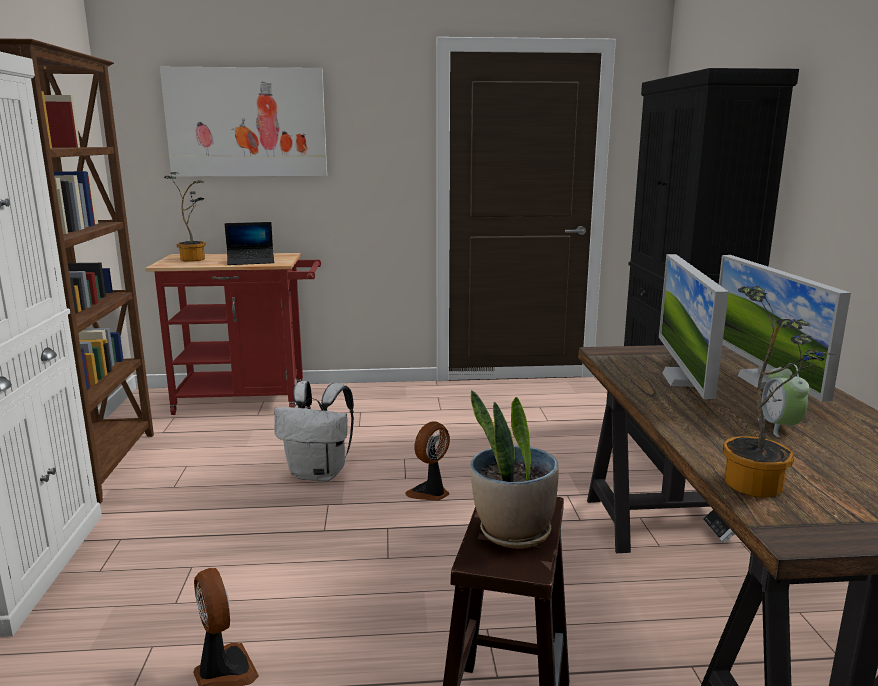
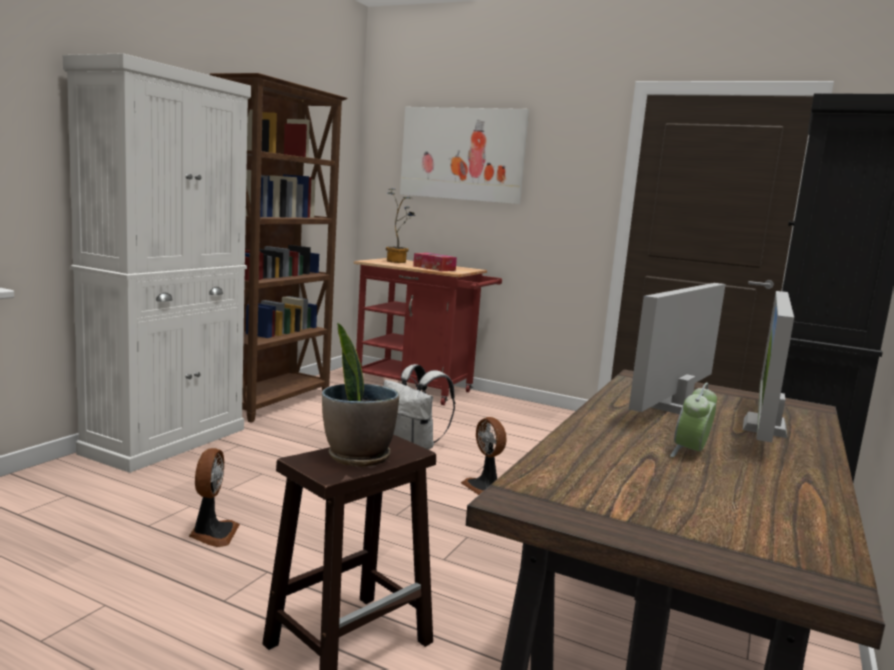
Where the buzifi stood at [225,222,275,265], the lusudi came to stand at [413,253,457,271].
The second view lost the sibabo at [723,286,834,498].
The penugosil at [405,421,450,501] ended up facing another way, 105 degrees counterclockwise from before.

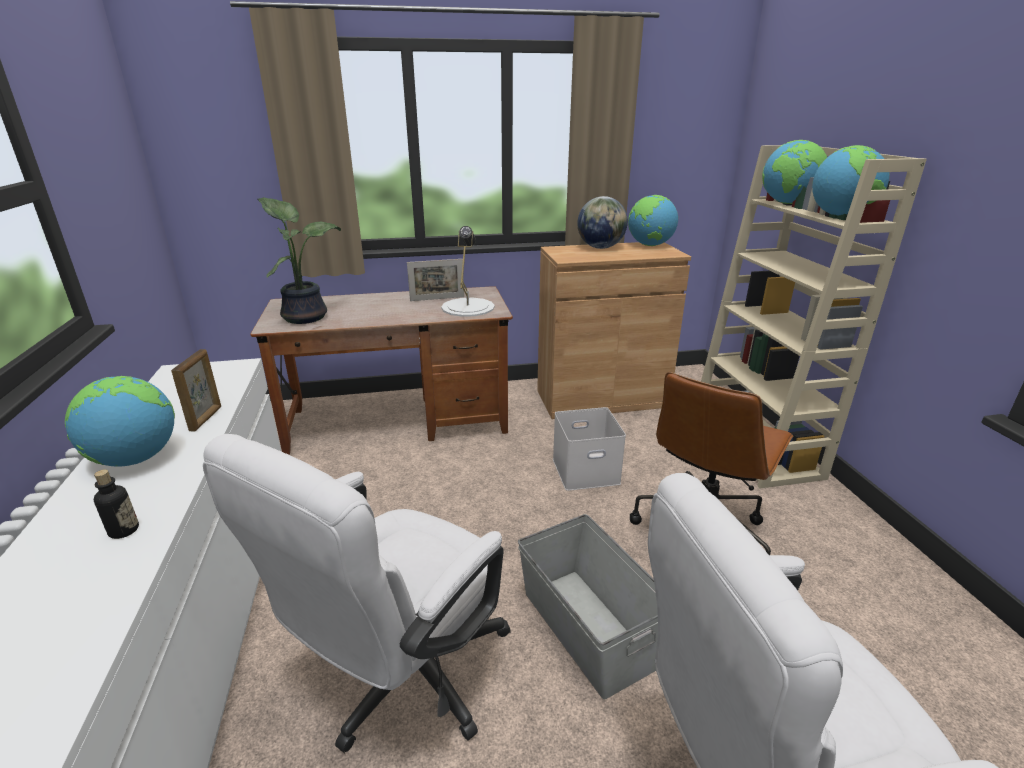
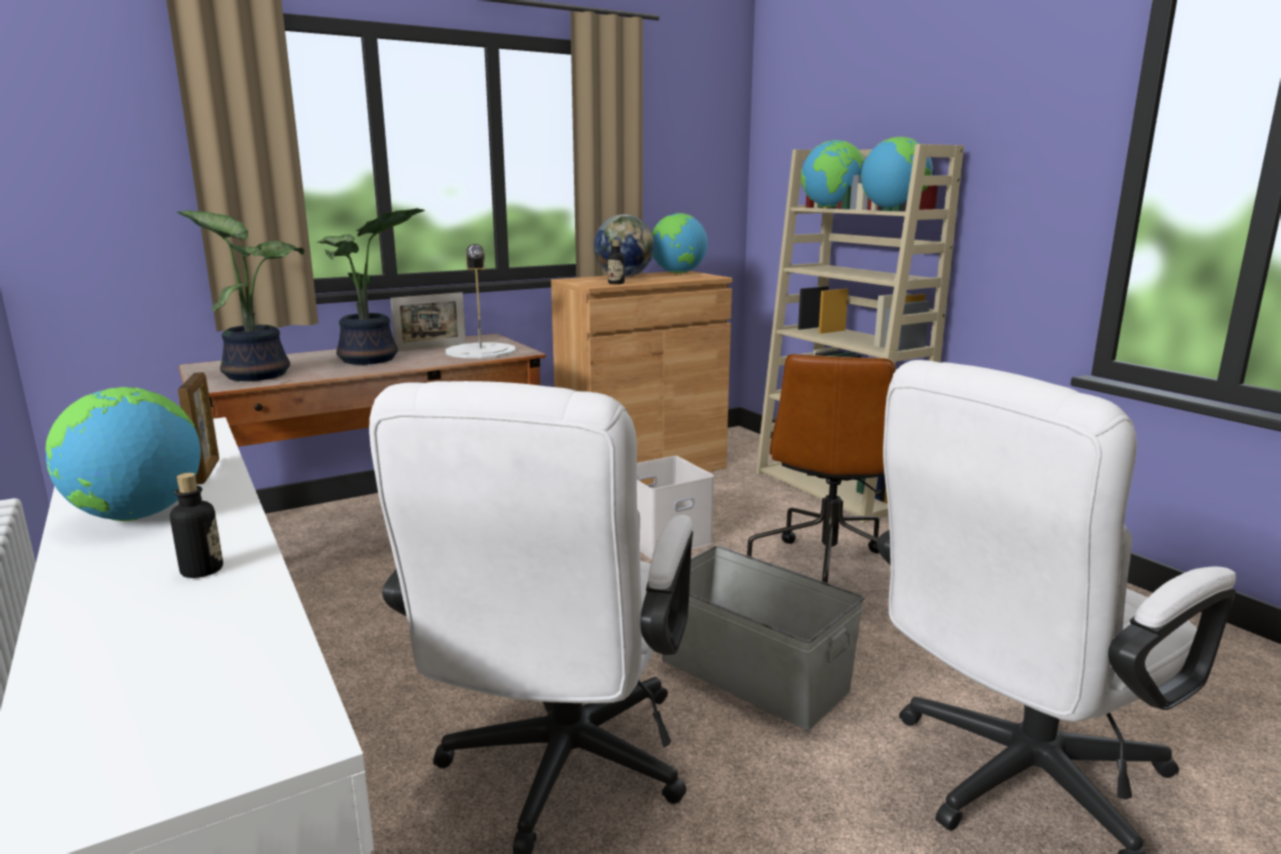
The second view gained the sibabo at [318,208,425,365].
The second view gained the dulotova at [608,239,625,284].

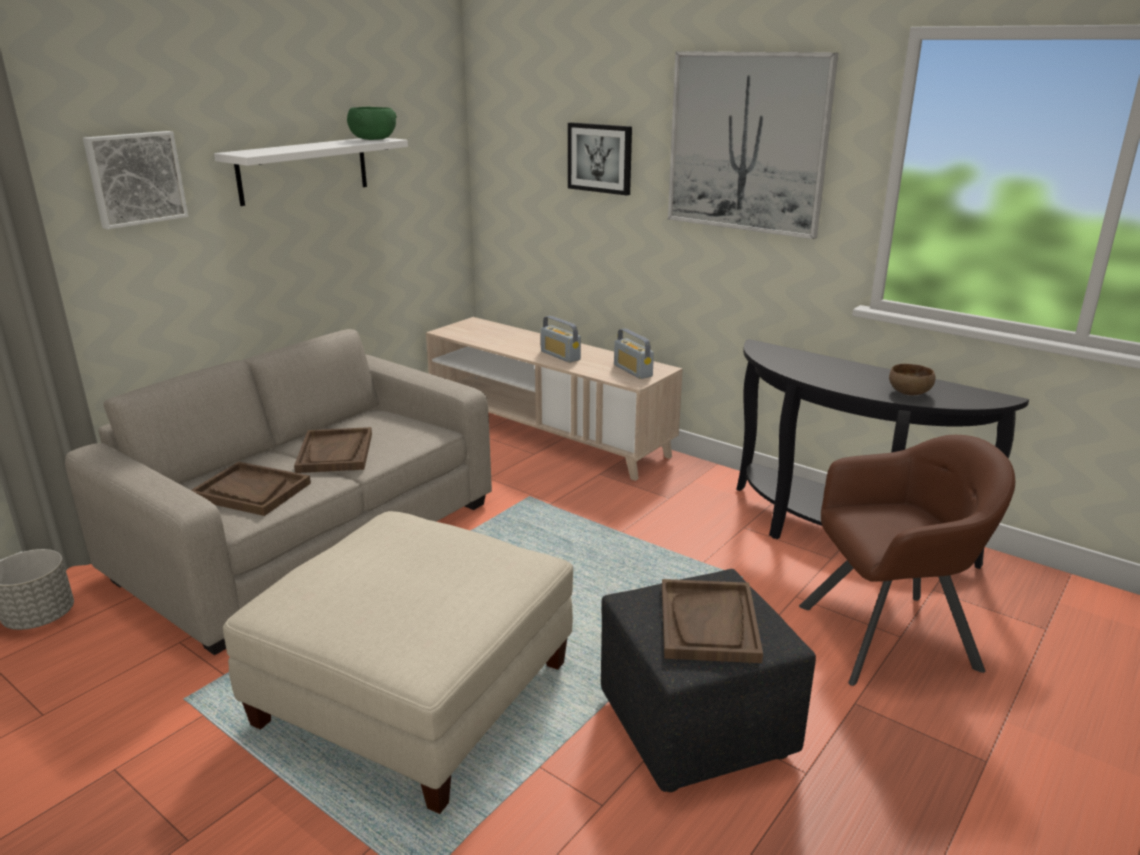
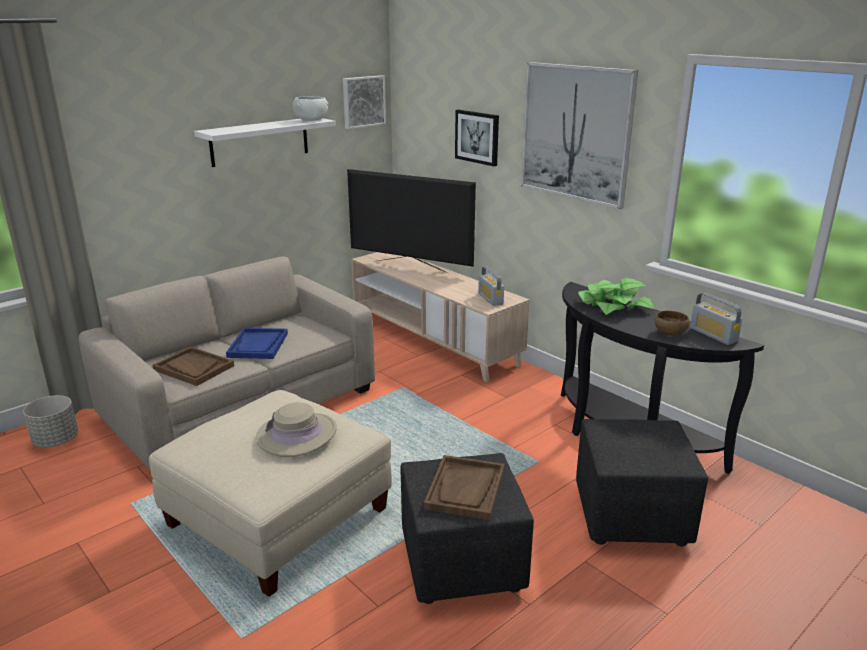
What was the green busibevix at [347,107,397,140] turned into the white busibevix at [293,96,328,121].
The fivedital ended up elsewhere, having gone from [83,131,188,229] to [343,75,386,129].
The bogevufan ended up elsewhere, having gone from [541,316,581,363] to [690,293,742,345].
What was the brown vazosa at [294,427,372,473] turned into the blue vazosa at [226,328,288,359].
Where the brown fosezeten stood at [799,435,1015,686], the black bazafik came to stand at [576,419,708,546].
The second view gained the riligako at [347,169,476,273].
The second view gained the sibabo at [578,278,654,315].
The second view gained the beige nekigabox at [256,402,337,457].

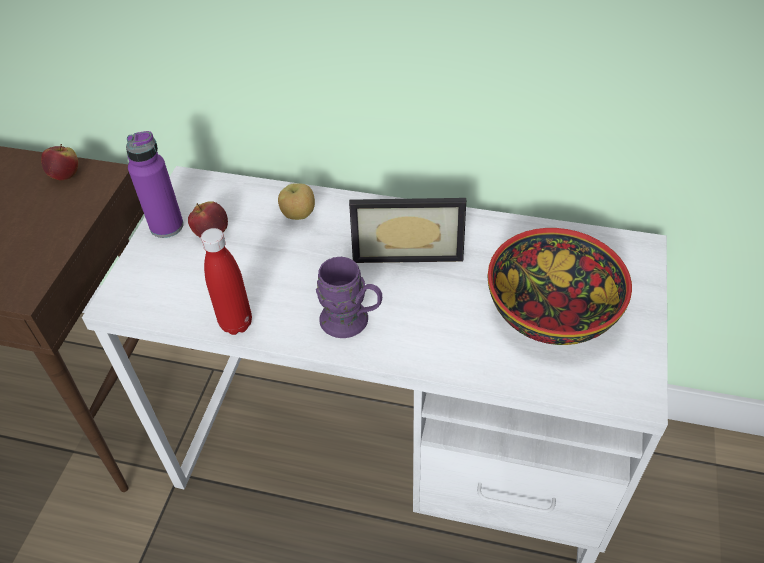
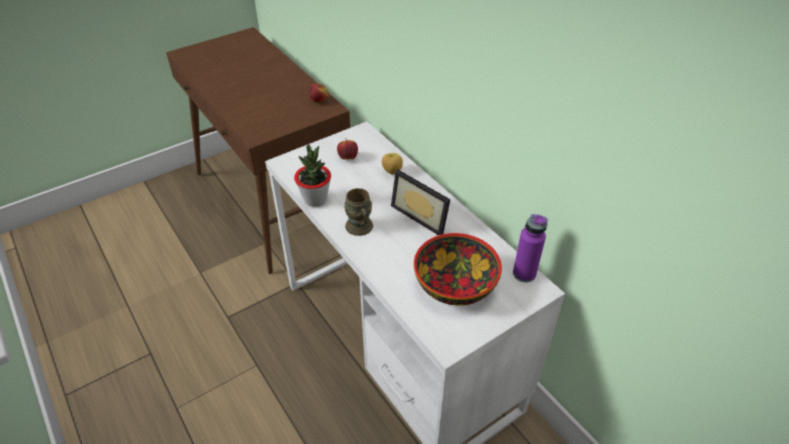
The purple dulotova ended up elsewhere, having gone from [126,131,184,238] to [513,214,548,282].
Where the red dulotova stood at [201,228,252,335], the sibabo came to stand at [294,144,331,207].
What was the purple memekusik at [316,257,382,338] turned into the brown memekusik at [344,188,373,236].

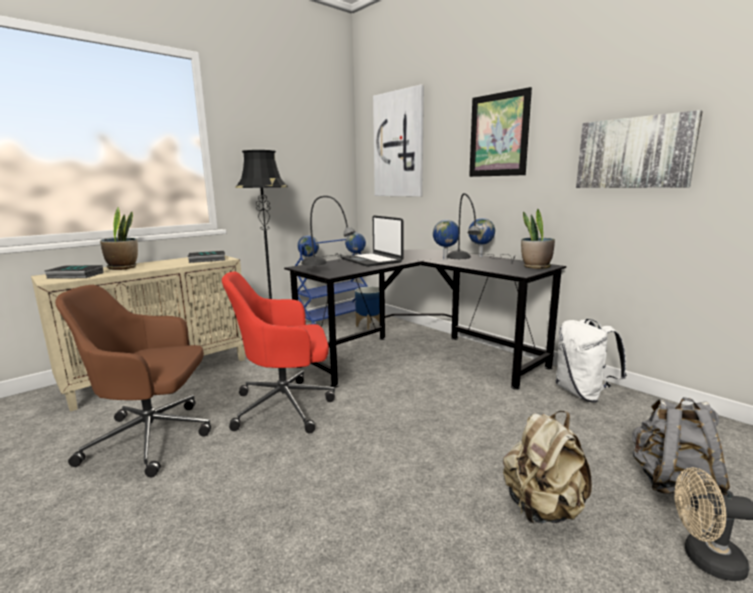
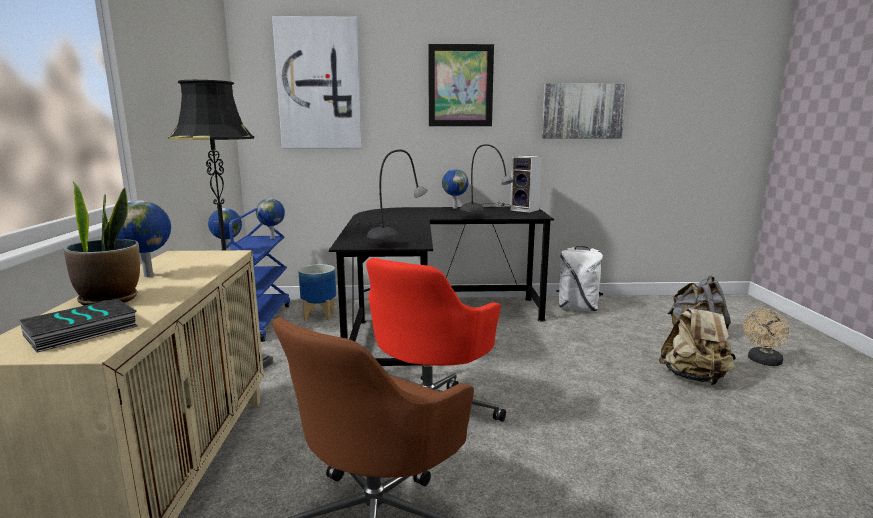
Where the sibabo stood at [521,209,555,269], the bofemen came to stand at [510,155,542,213].
The second view lost the buzifi at [341,215,404,267].
The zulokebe ended up elsewhere, having gone from [433,220,459,260] to [117,200,171,277].
The second view lost the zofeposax at [187,251,225,263].

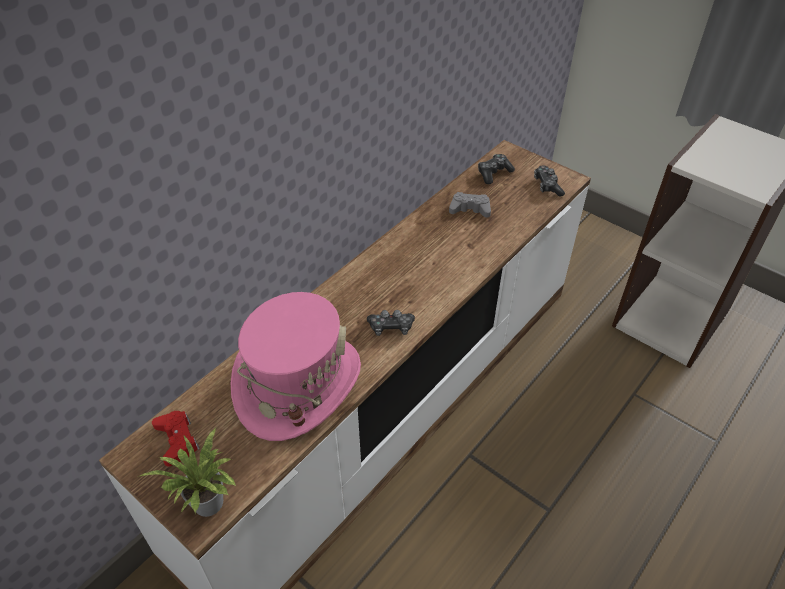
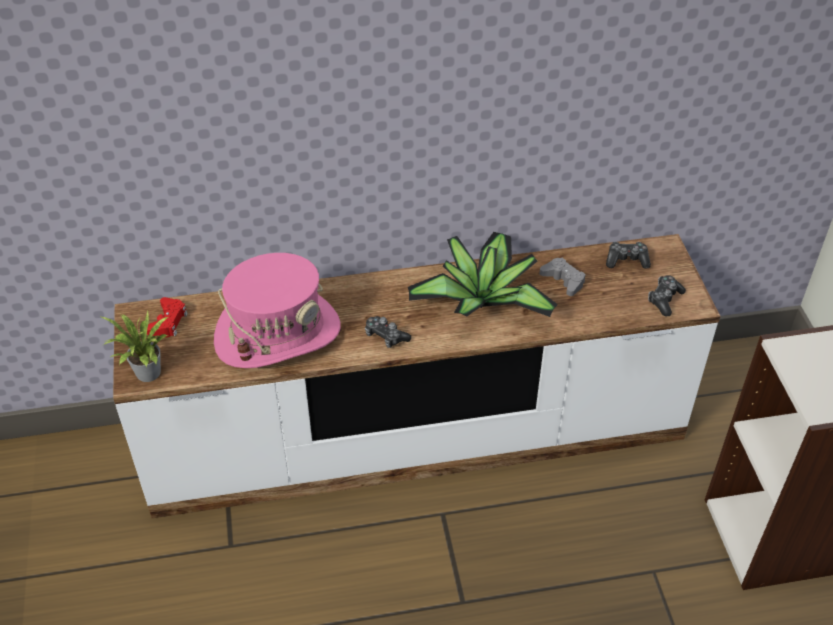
The second view gained the sibabo at [408,232,558,317].

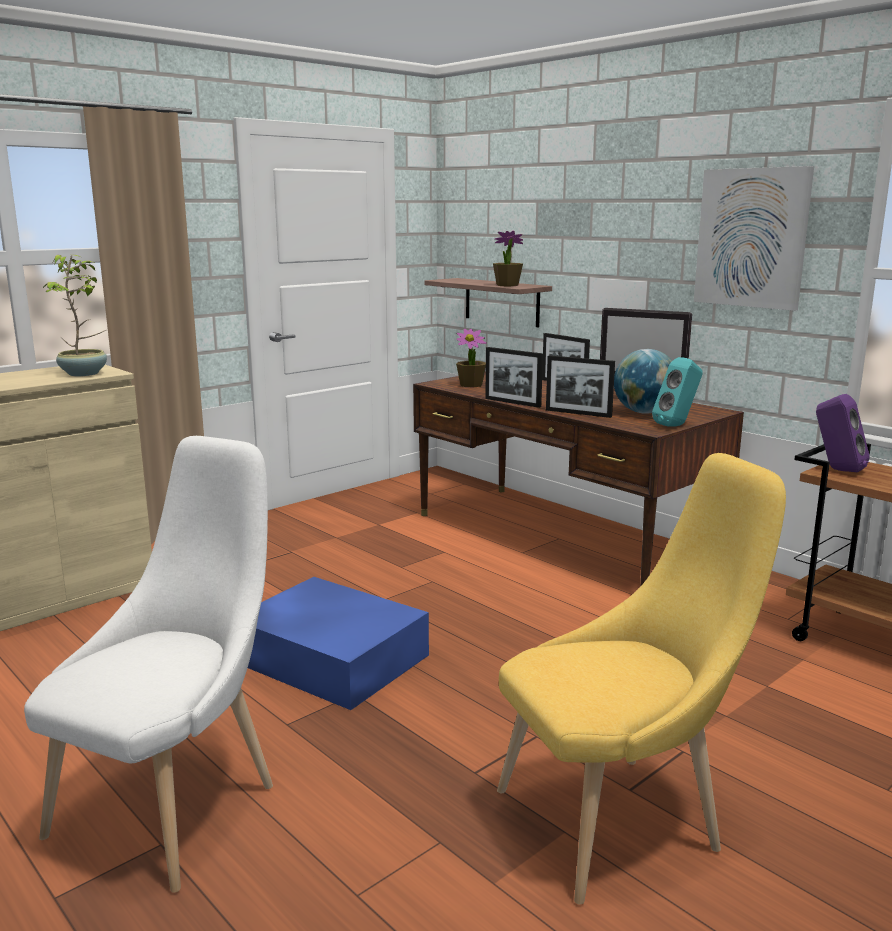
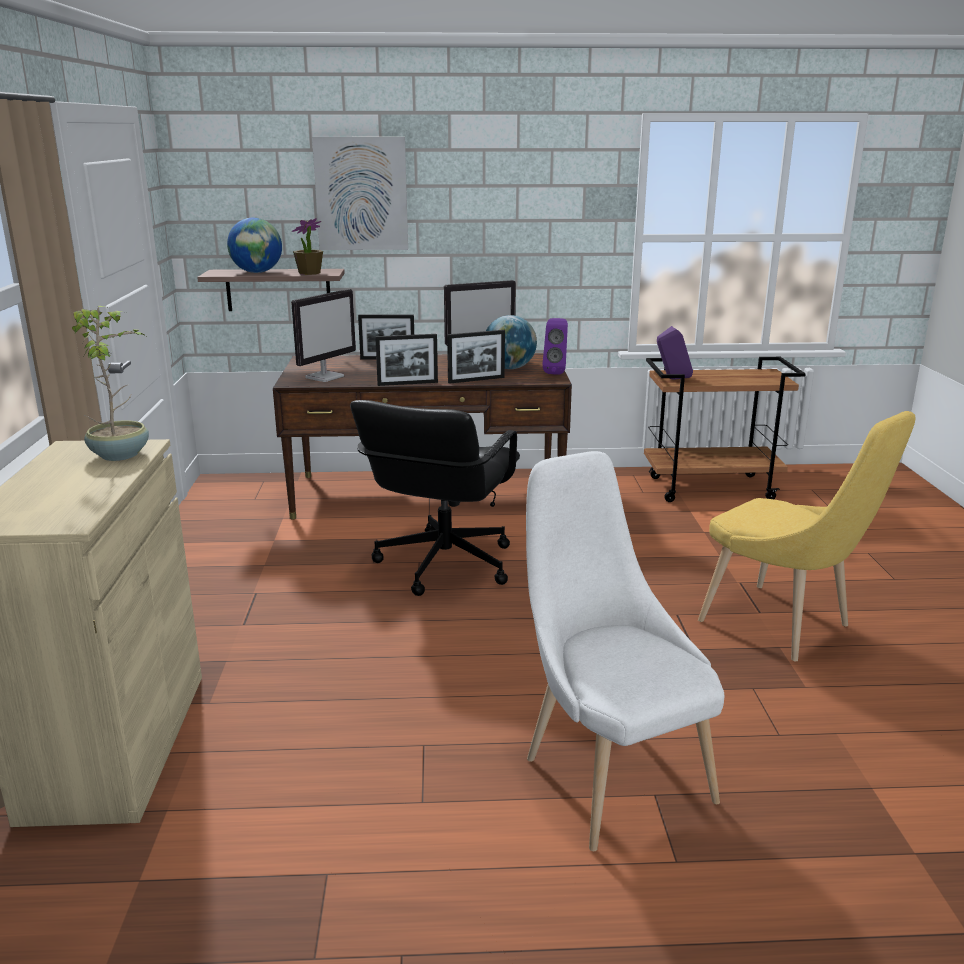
The fivedital ended up elsewhere, having gone from [694,166,814,311] to [312,137,408,250].
Where the sibabo stood at [456,329,487,387], the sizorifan came to stand at [291,289,356,382].
What was the turquoise bofemen at [652,357,703,426] turned into the purple bofemen at [542,318,568,374].
The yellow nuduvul at [497,453,786,905] ended up facing another way, 120 degrees clockwise from before.
The second view lost the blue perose at [248,577,429,710].
The second view gained the zulokebe at [227,218,282,273].
The second view gained the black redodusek at [350,400,520,596].

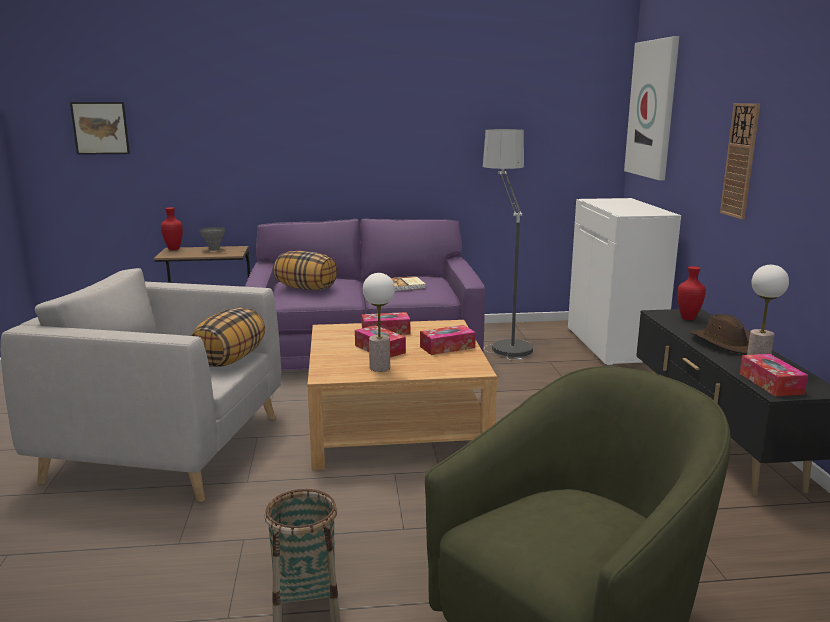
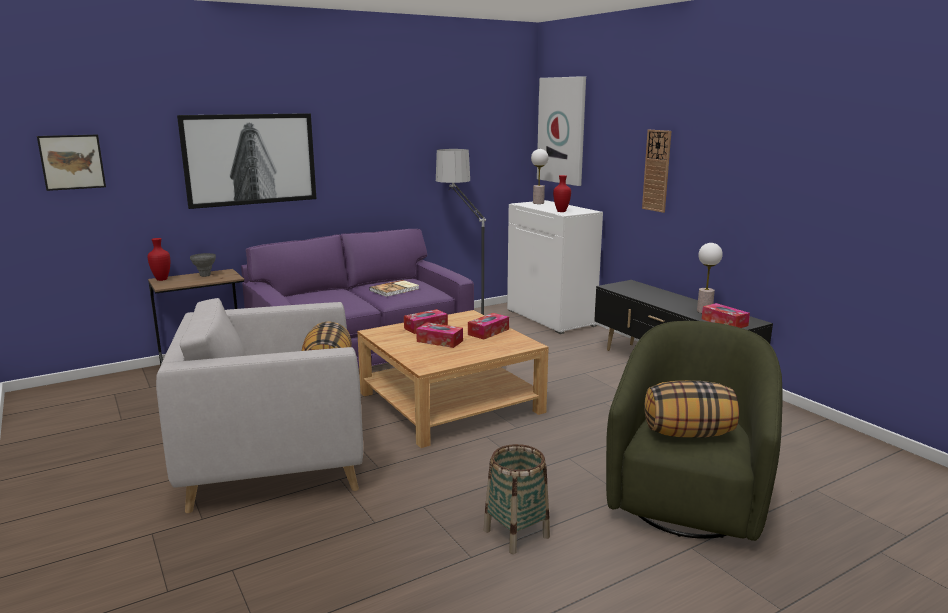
The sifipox ended up elsewhere, having gone from [274,251,337,290] to [645,381,739,438].
The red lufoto ended up elsewhere, having gone from [677,266,706,320] to [553,175,571,212].
The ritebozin ended up elsewhere, having gone from [363,273,395,372] to [531,149,548,204].
The second view lost the brown nekigabox at [690,314,750,354].
The second view gained the fivedital at [177,113,316,209].

